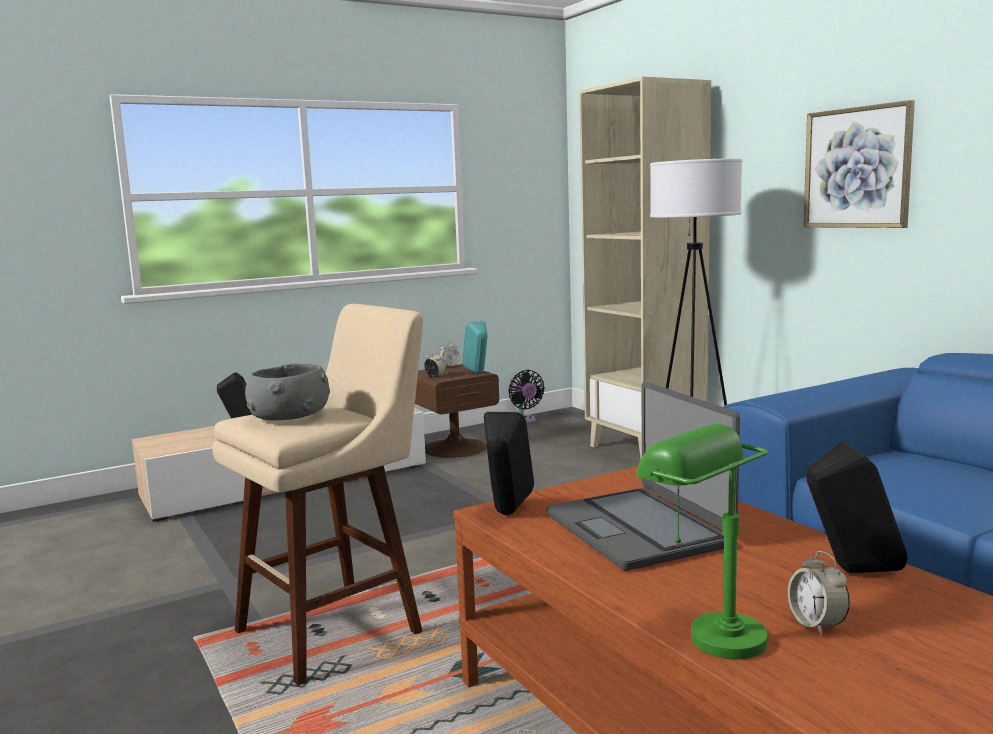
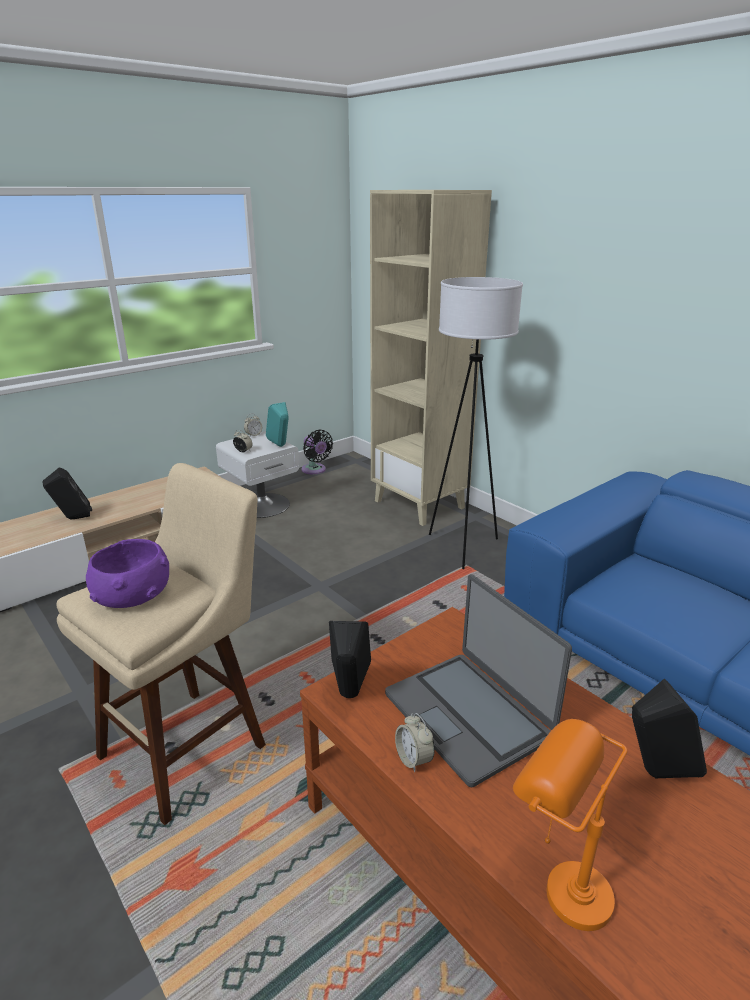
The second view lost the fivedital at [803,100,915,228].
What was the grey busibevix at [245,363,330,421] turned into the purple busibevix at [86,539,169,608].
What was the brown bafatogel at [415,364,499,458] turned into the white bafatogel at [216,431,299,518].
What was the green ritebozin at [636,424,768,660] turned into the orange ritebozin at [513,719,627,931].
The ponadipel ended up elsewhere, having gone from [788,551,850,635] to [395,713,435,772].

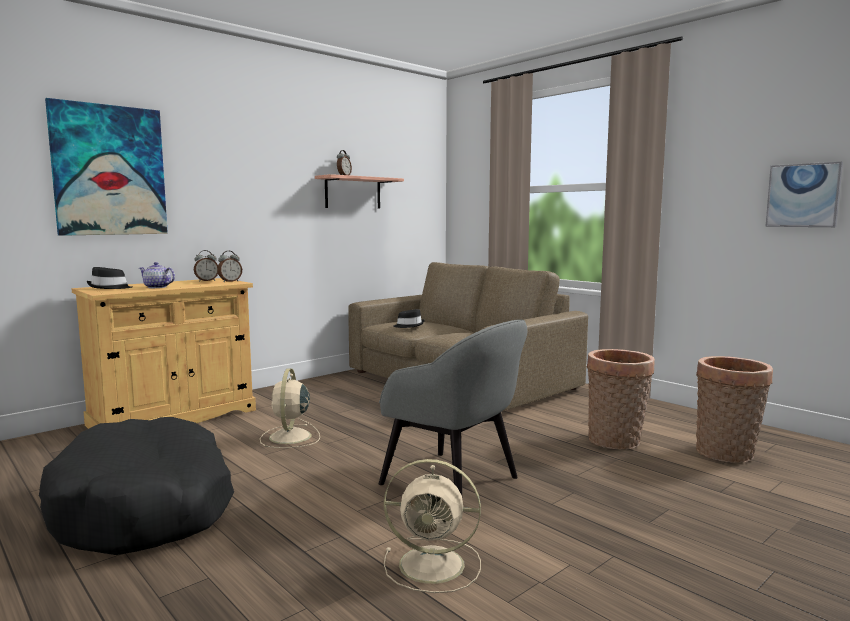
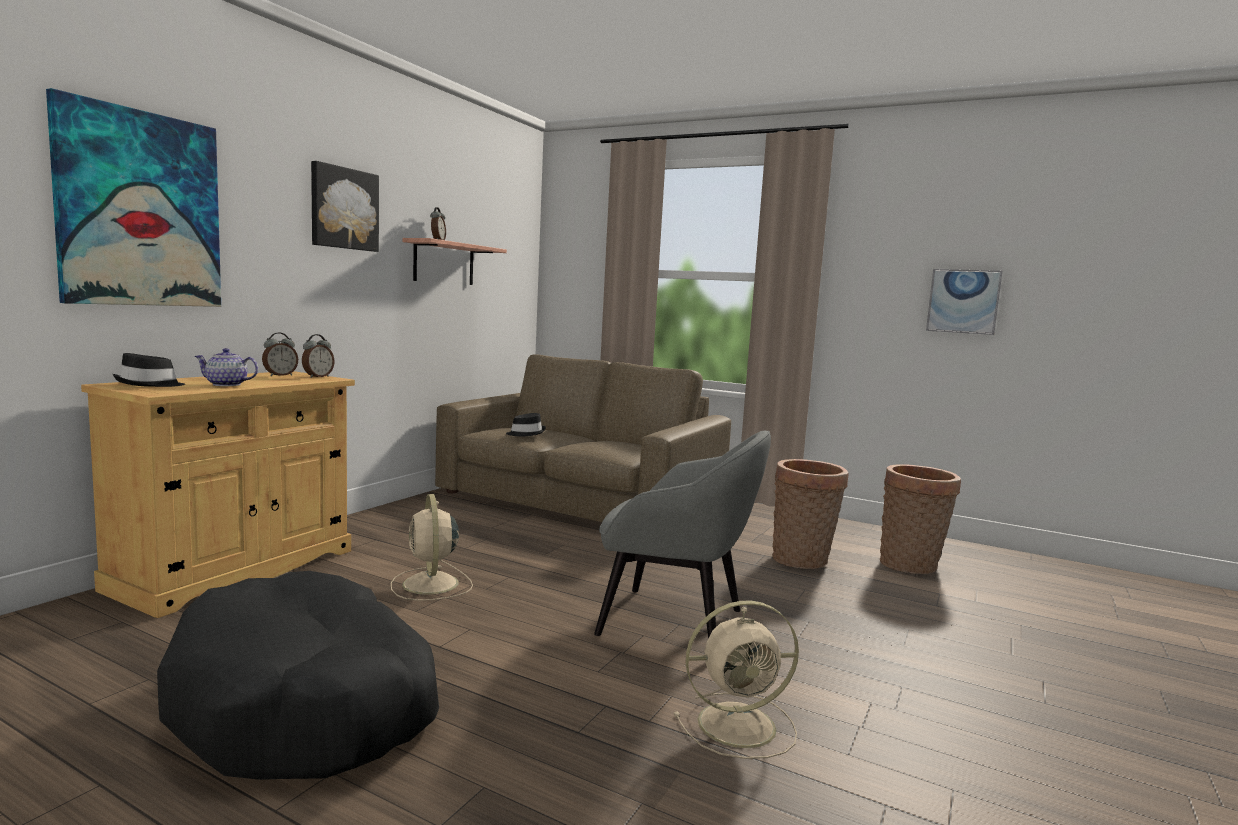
The second view gained the fivedital at [311,161,379,252].

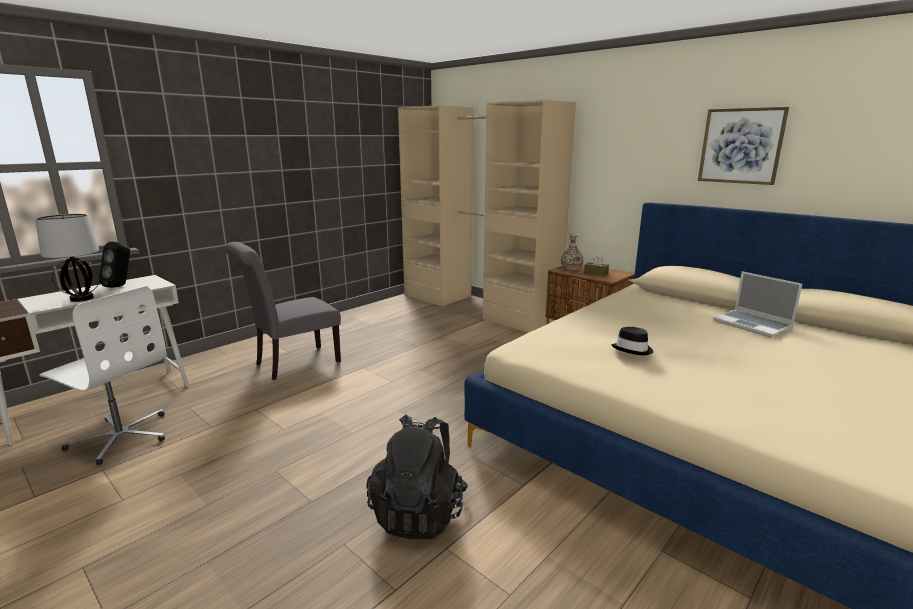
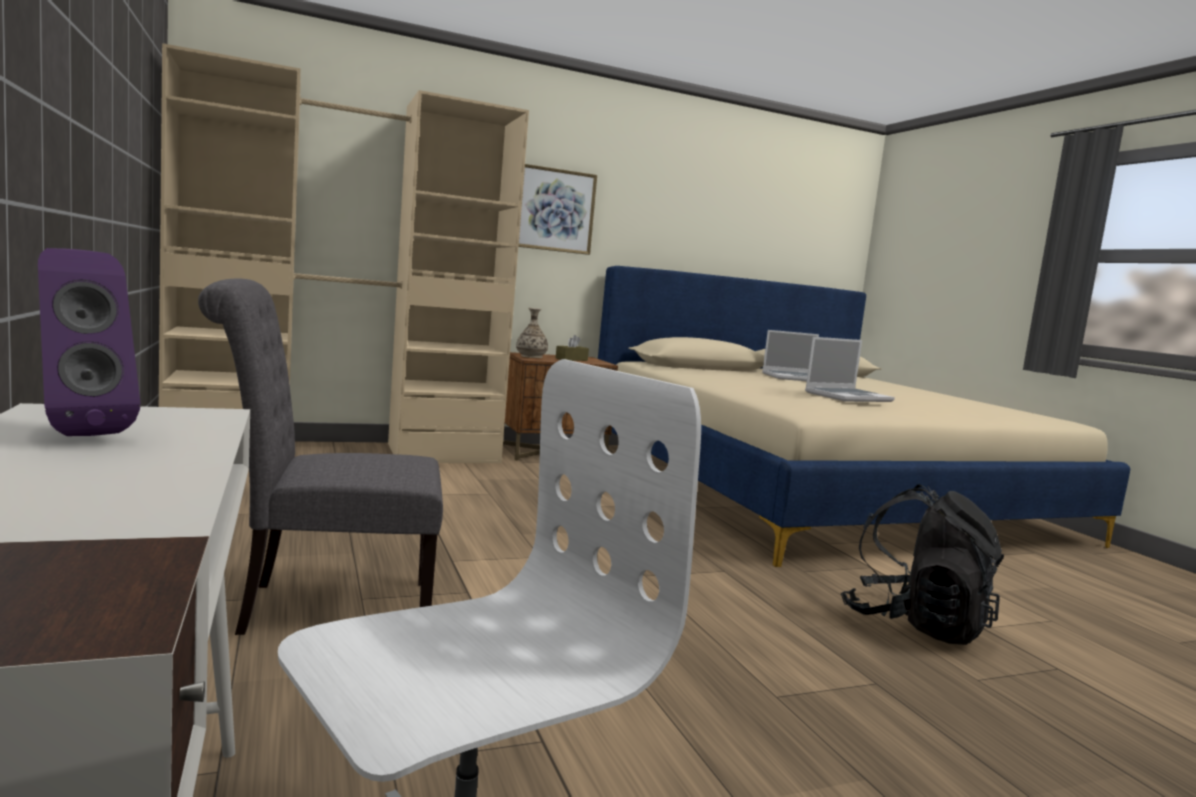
The fivedital ended up elsewhere, having gone from [698,107,789,185] to [518,164,597,255].
The second view lost the ritebozin at [35,214,100,302].
What was the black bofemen at [99,242,130,288] turned into the purple bofemen at [38,248,141,436].
The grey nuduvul at [225,242,341,380] ended up facing another way, 90 degrees clockwise from before.
Where the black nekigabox stood at [611,327,653,355], the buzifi came to stand at [805,337,895,402].

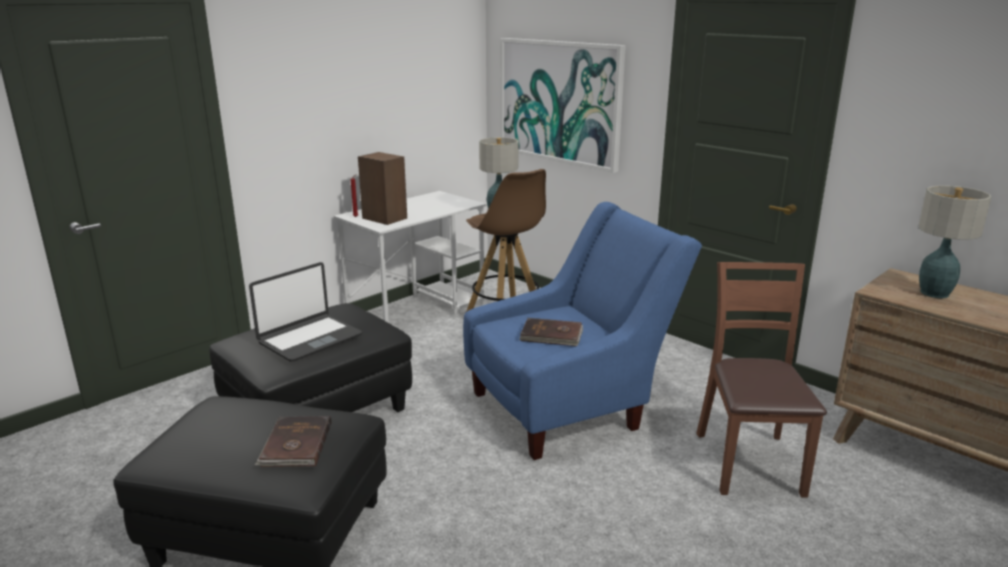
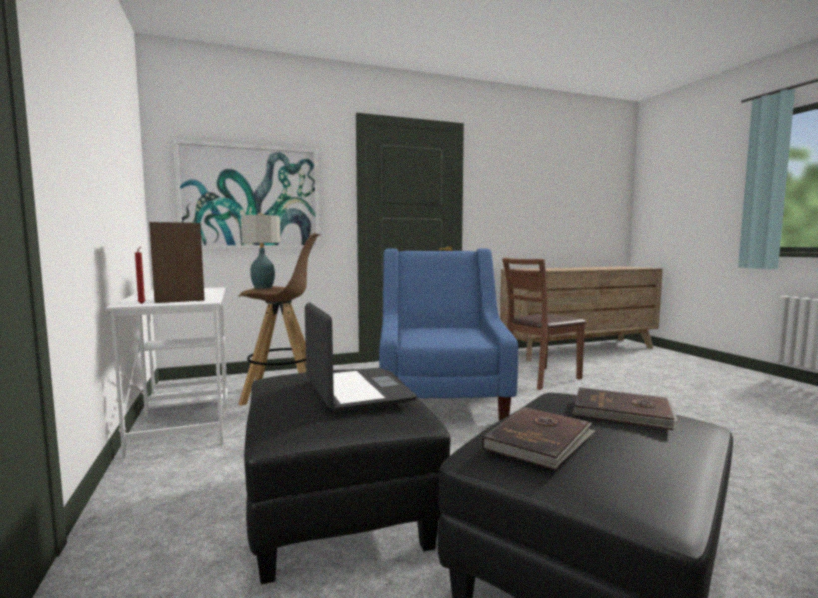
The second view lost the ritebozin at [919,185,991,298].
The brown nuduvul at [696,262,827,498] ended up facing another way, 60 degrees counterclockwise from before.
The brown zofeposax ended up elsewhere, having gone from [519,318,583,346] to [482,407,595,471].

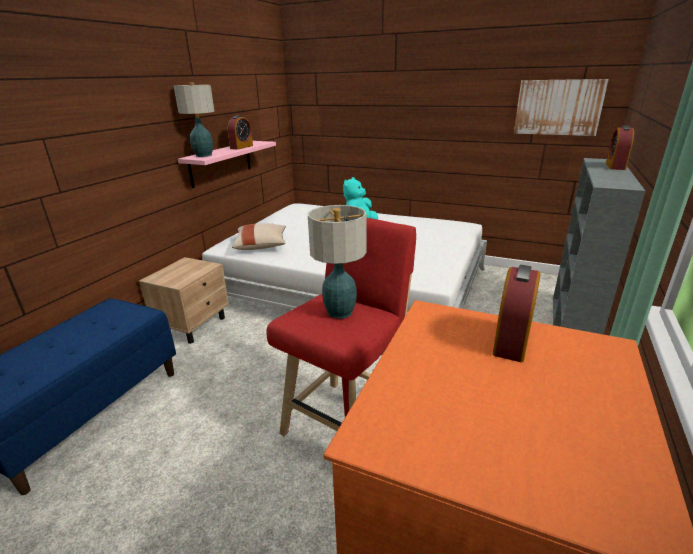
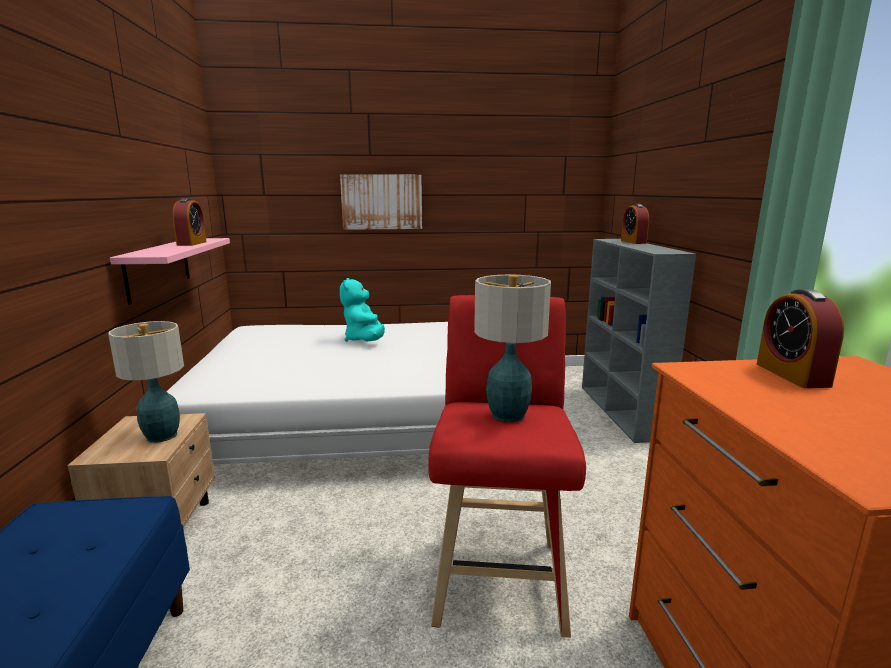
The fivedital ended up elsewhere, having gone from [514,79,609,136] to [340,174,422,230].
The ritebozin ended up elsewhere, having gone from [174,82,215,157] to [108,321,184,443].
The second view lost the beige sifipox at [232,224,286,250].

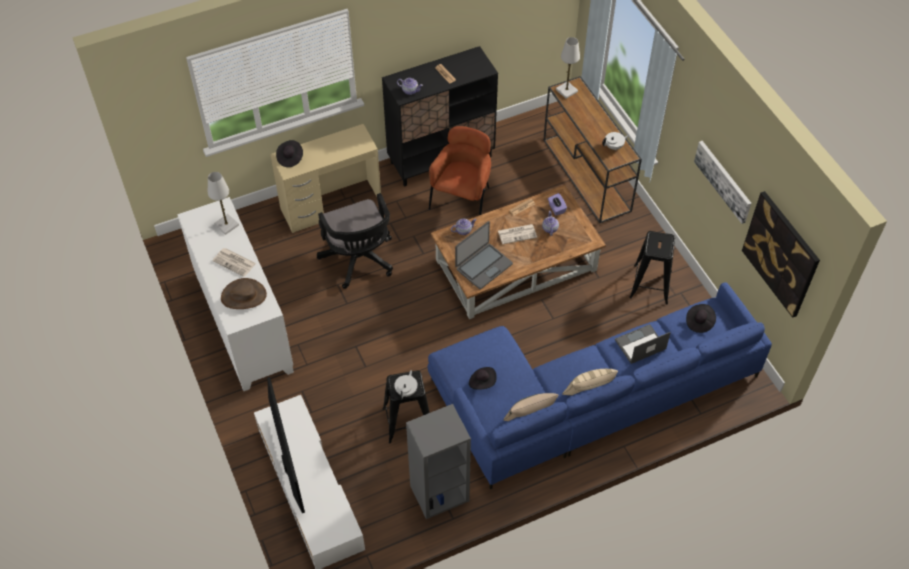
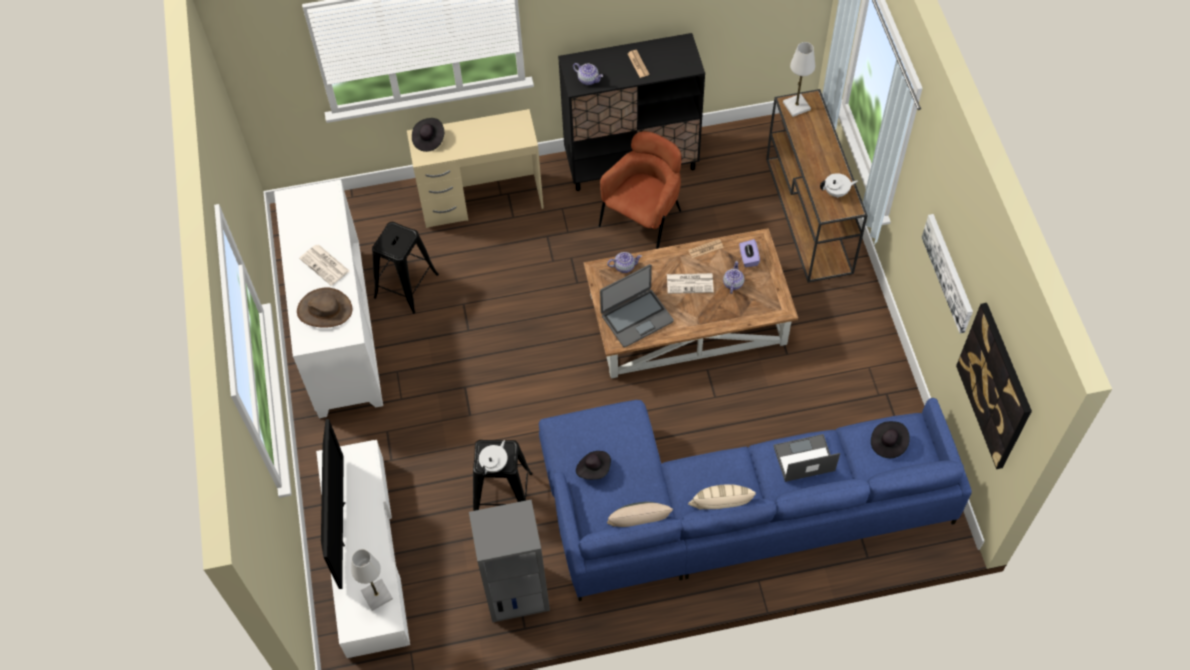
The white ritebozin ended up elsewhere, having gone from [208,172,239,235] to [351,549,393,611].
The second view lost the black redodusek at [317,193,393,289].
The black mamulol ended up elsewhere, having gone from [629,231,675,304] to [372,222,439,314].

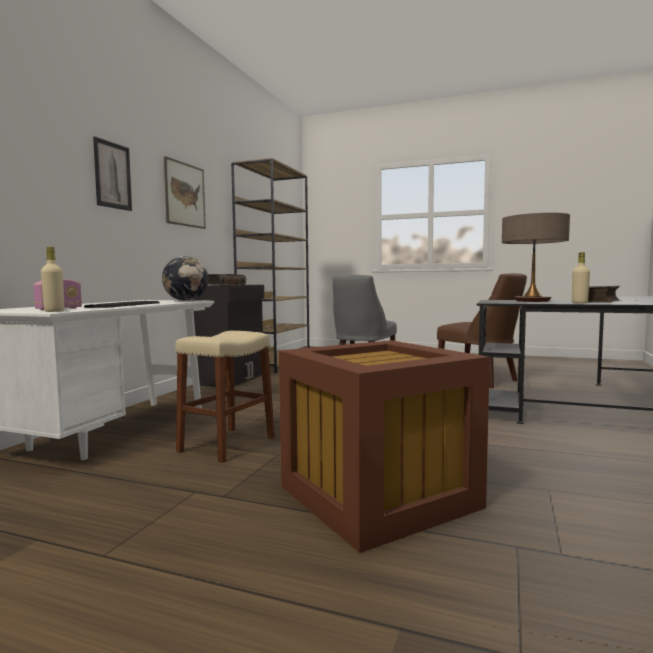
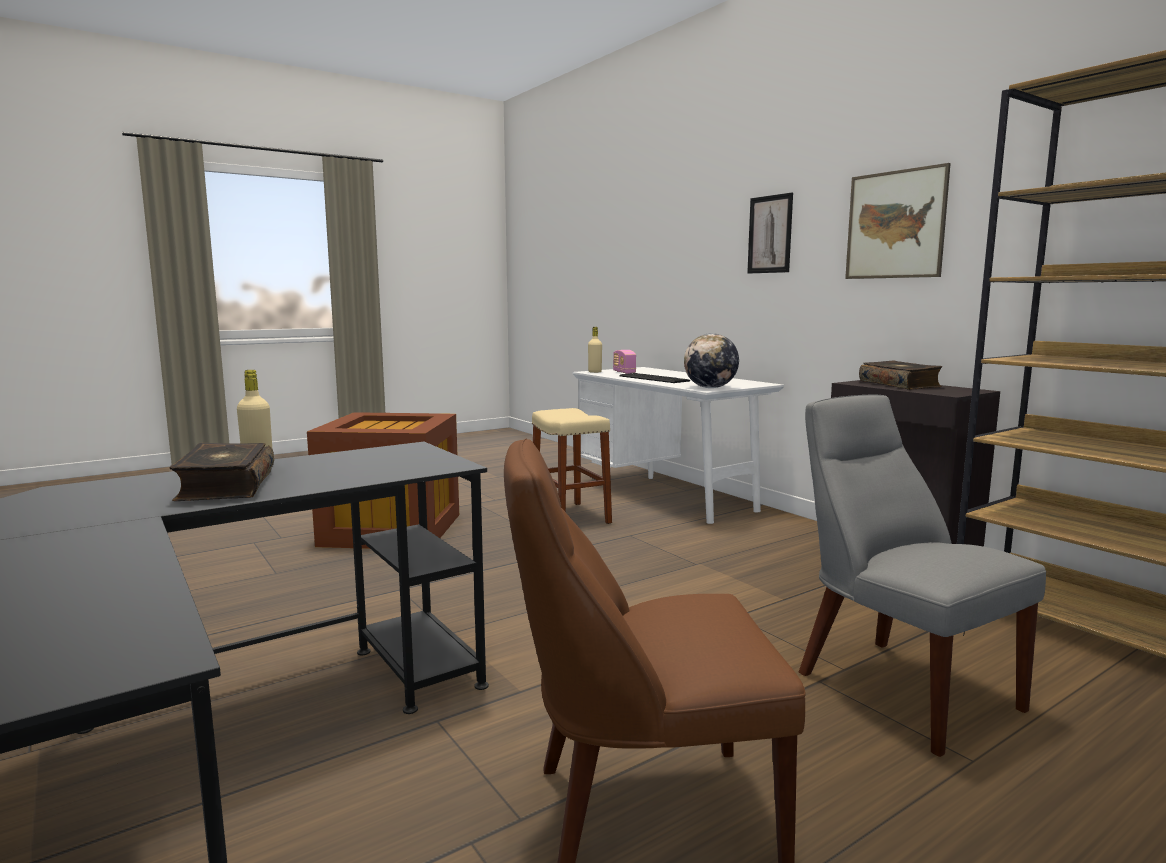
The second view lost the ritebozin at [502,213,570,302].

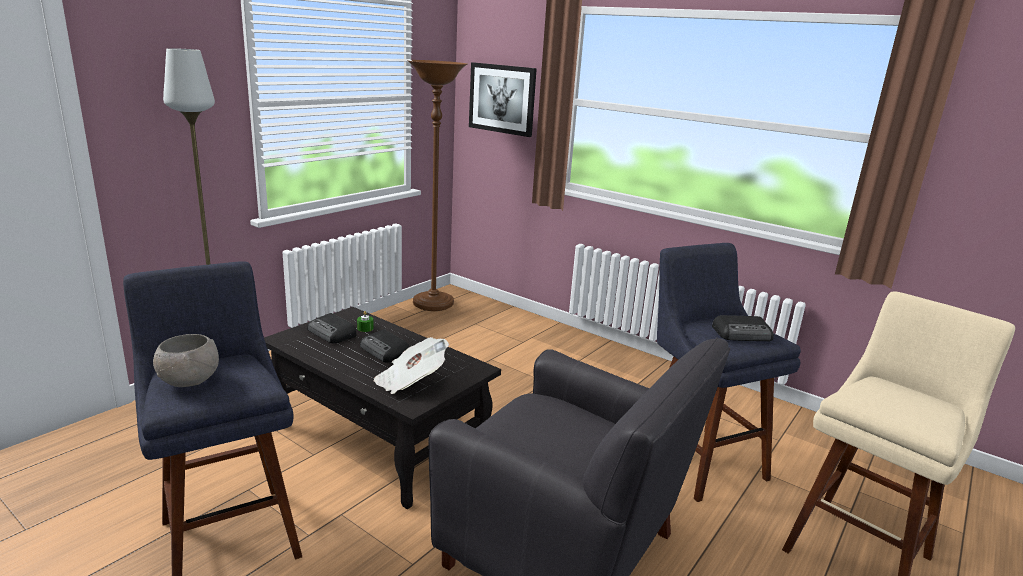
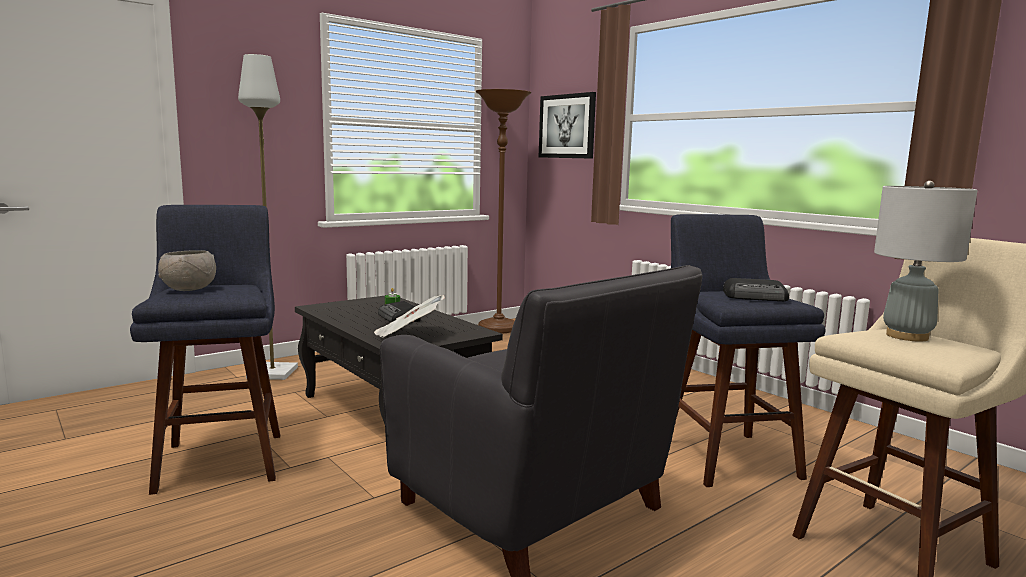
The second view lost the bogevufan at [308,313,357,343].
The second view gained the grey ritebozin at [874,181,978,342].

